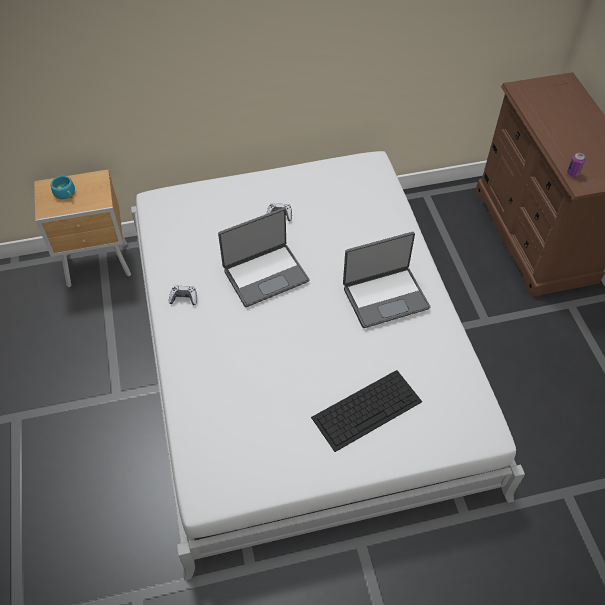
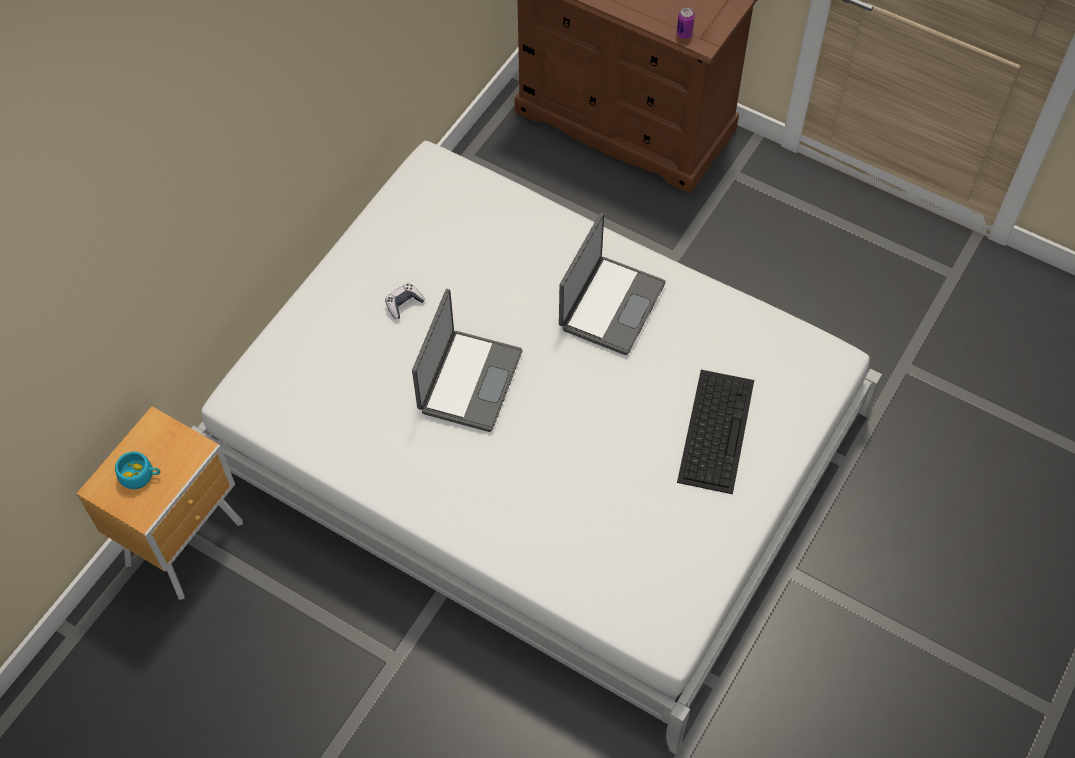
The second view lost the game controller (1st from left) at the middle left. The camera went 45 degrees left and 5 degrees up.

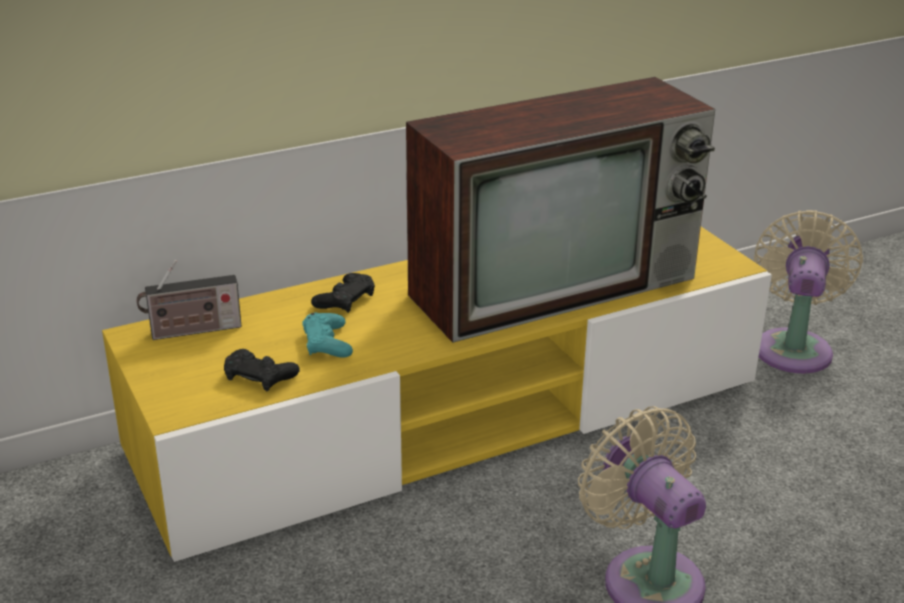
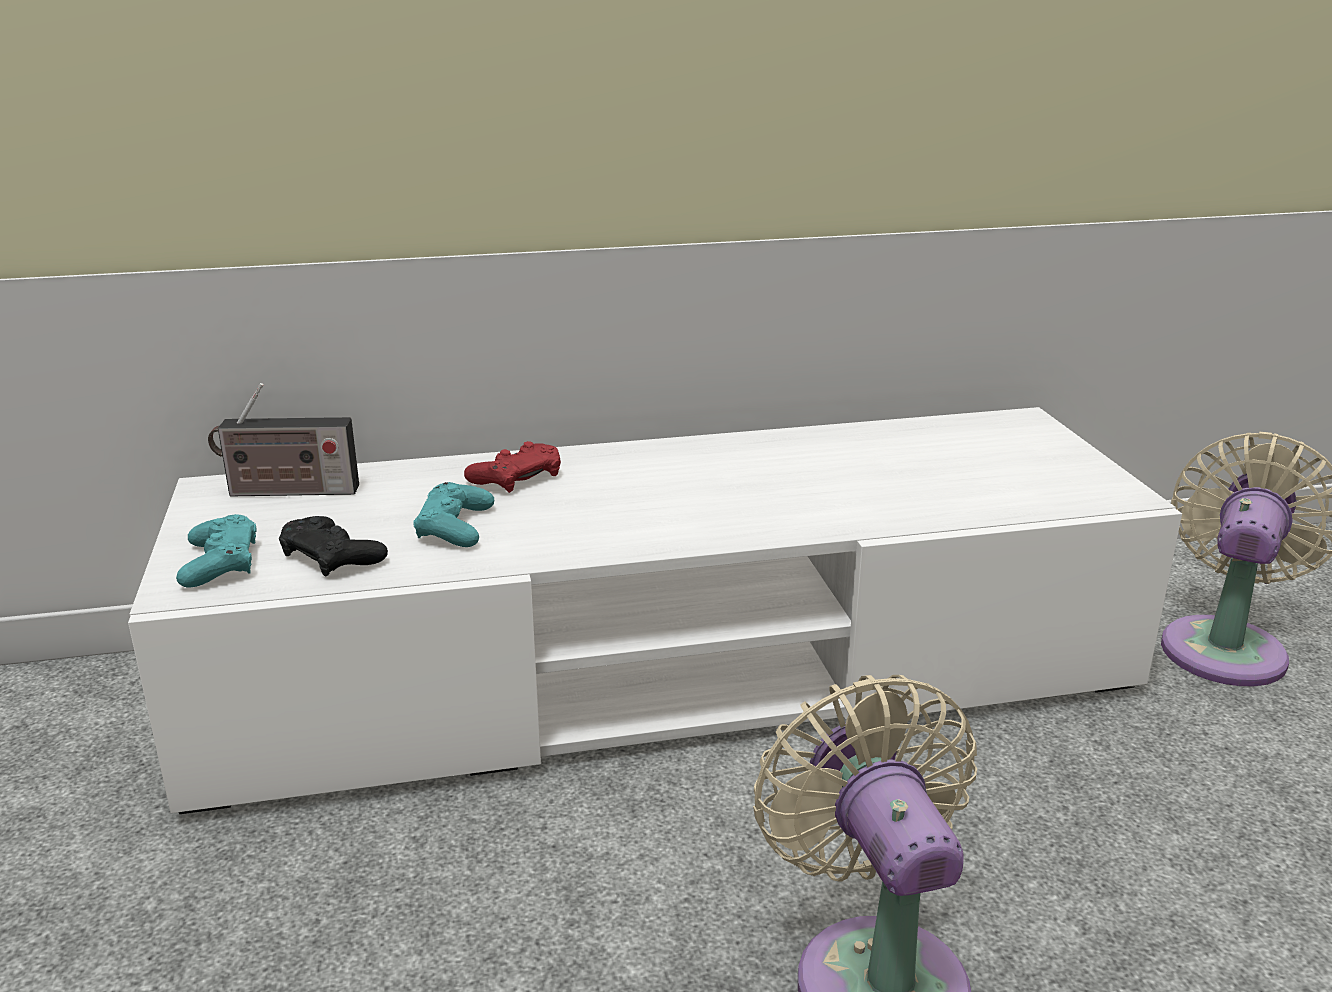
What was the tv stand (yellow) at the centre turned into the tv stand (white) at the centre. The second view gained the game controller (turquoise) (1st from left) at the middle left. What was the game controller (black) (2nd from left) at the centre turned into the game controller (red) at the centre. The second view lost the television at the centre. The camera went 15 degrees right and 5 degrees down.

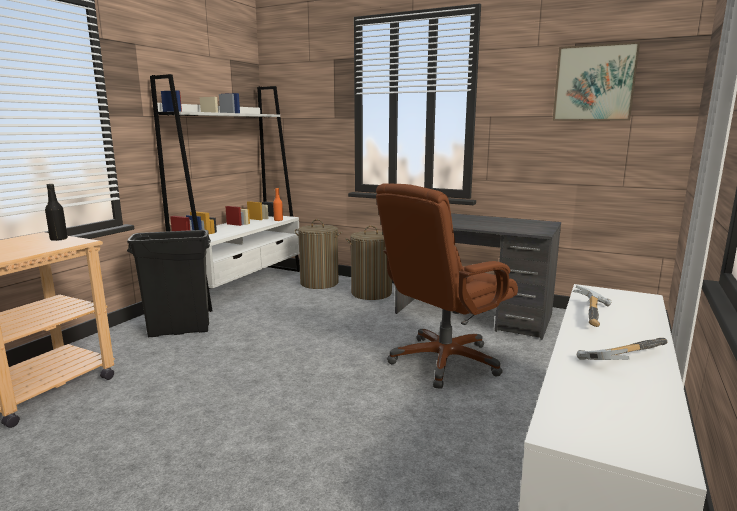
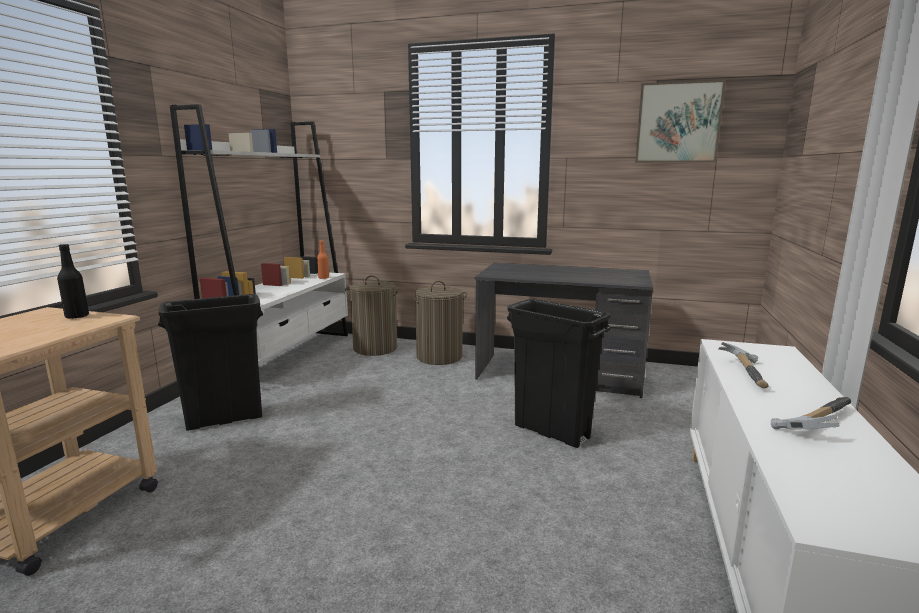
Where the office chair (brown) stood at the centre, the trash can (black) (2nd from left) came to stand at the centre. The camera went 10 degrees left and 0 degrees up.

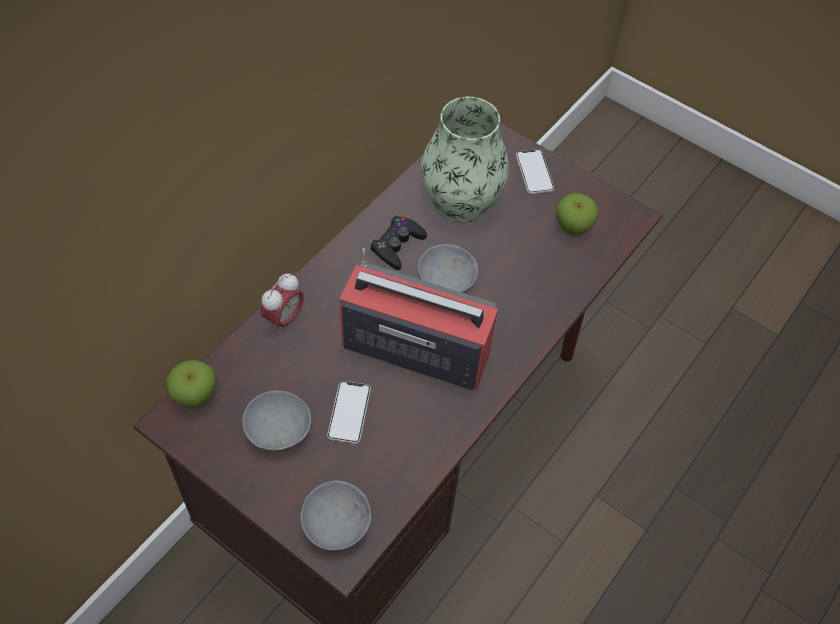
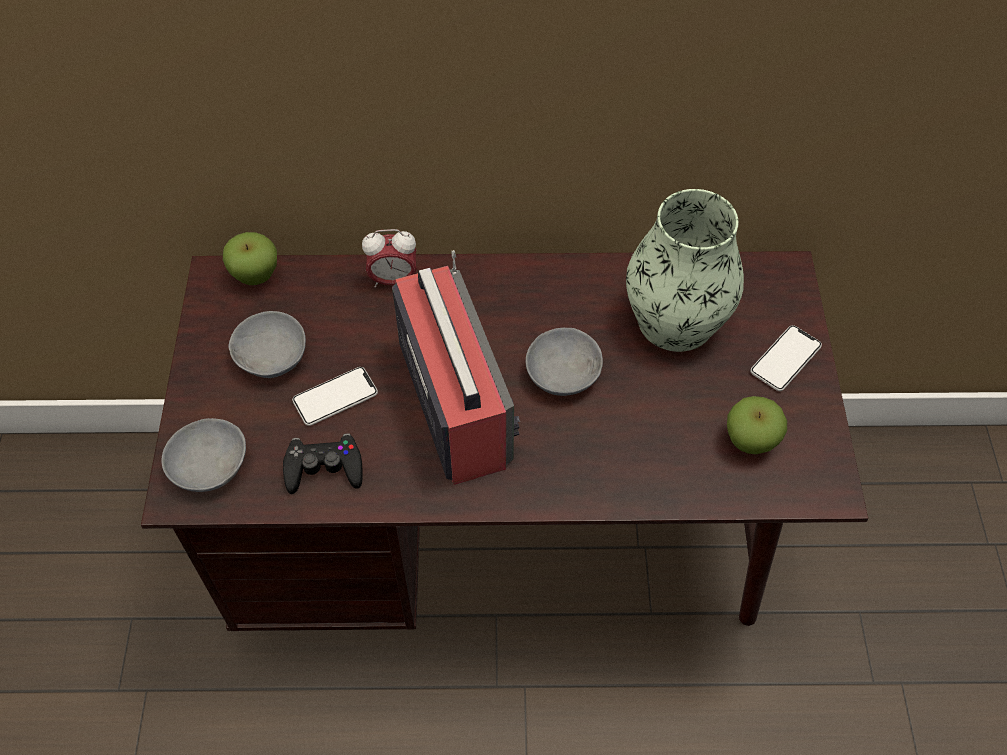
The game controller (black) ended up elsewhere, having gone from the centre to the middle left. The camera went 55 degrees right and 0 degrees up.

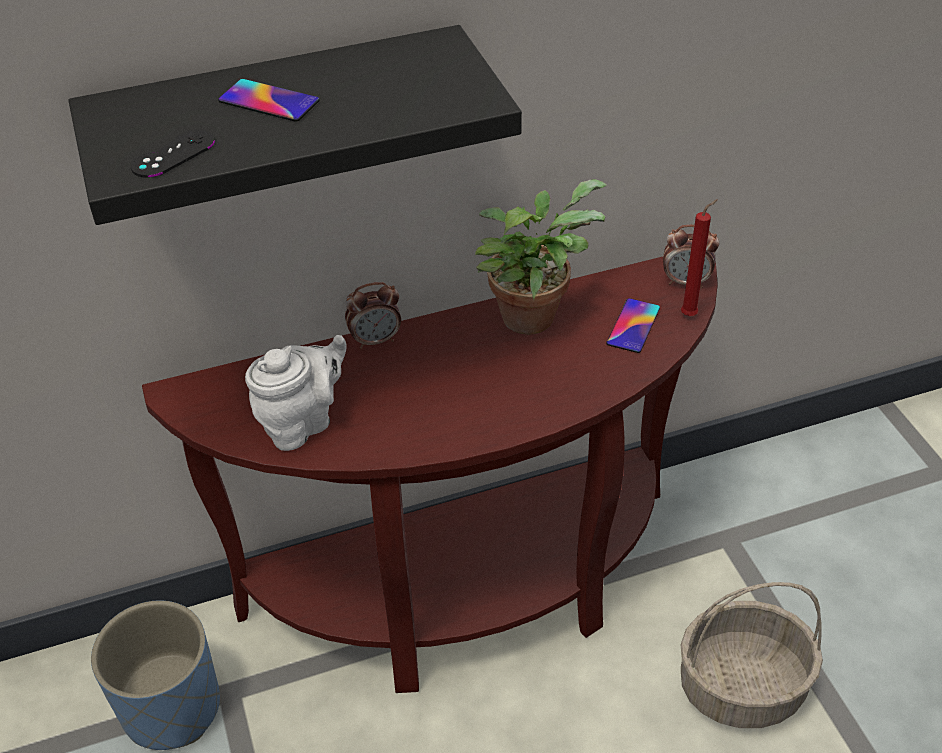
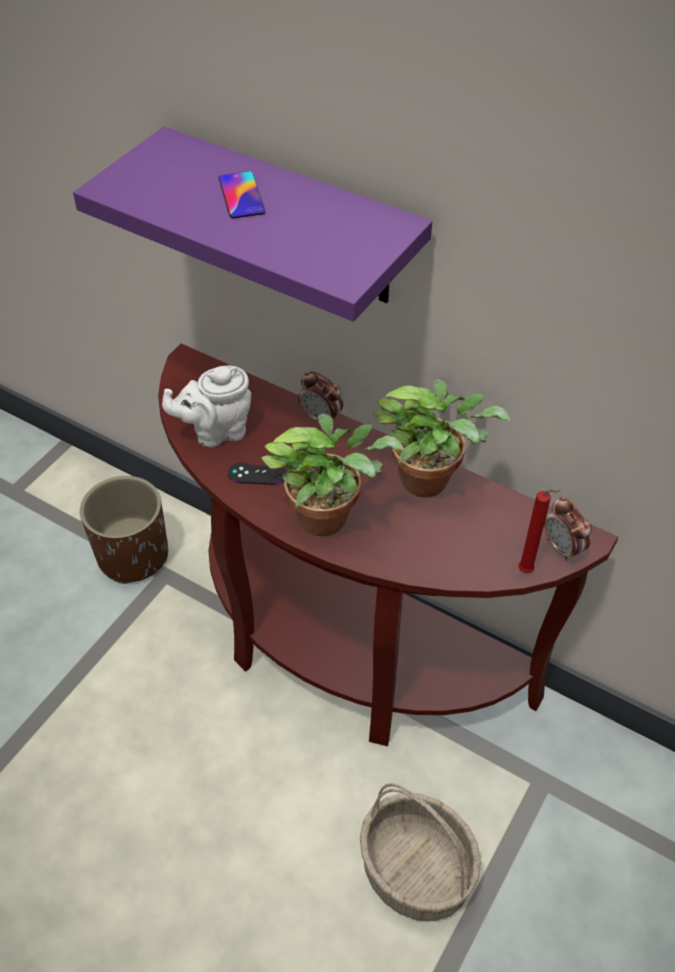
What was the shelf (black) at the top left turned into the shelf (purple) at the top centre. What was the planter (blue) at the bottom left turned into the planter (brown) at the middle left. The teapot (white) at the middle left ended up facing another way, 150 degrees clockwise from before. The game controller (black) ended up elsewhere, having gone from the top left to the centre. The second view gained the potted plant (1st from left) at the centre. The second view lost the phone (2nd from left) at the middle right. The camera went 50 degrees right and 5 degrees up.

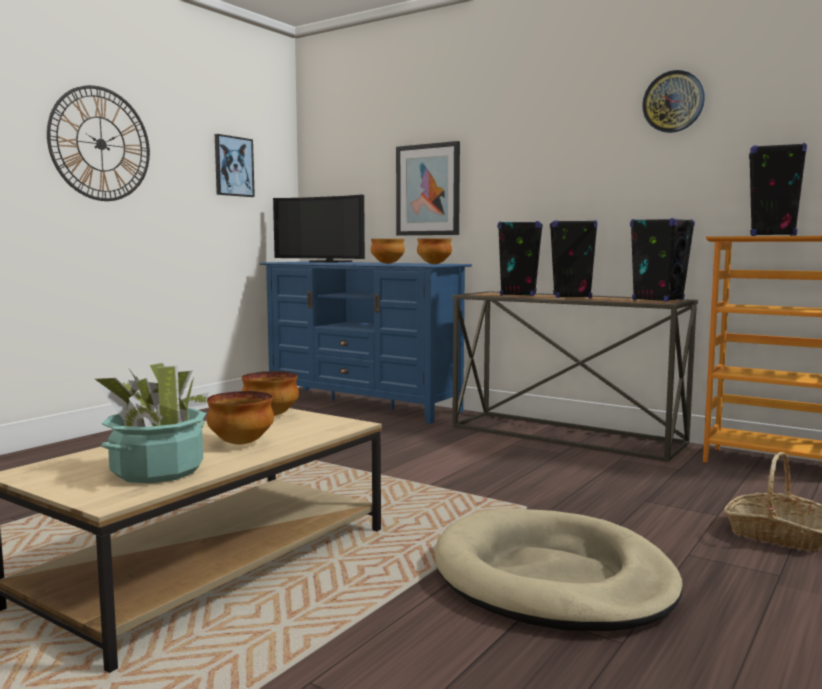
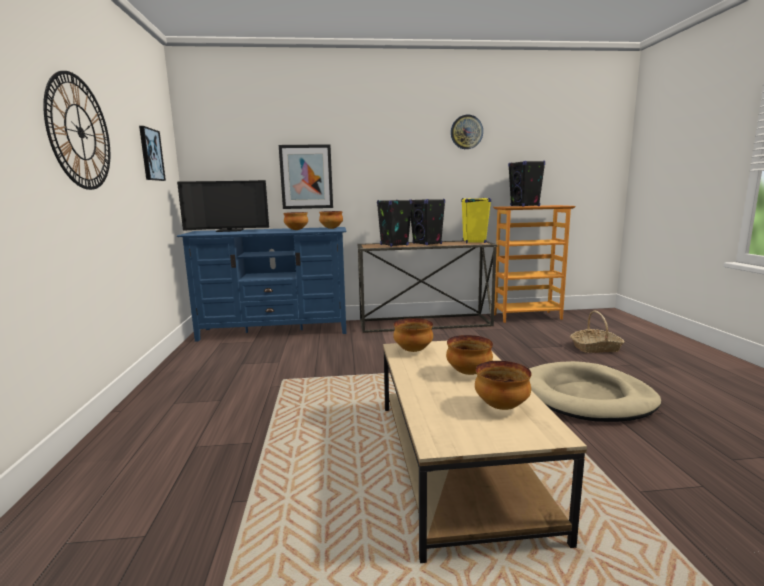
What was the speaker (black) (3rd from left) at the middle right turned into the speaker (yellow) at the centre. Where the potted plant stood at the middle left, the bowl (5th from left) came to stand at the centre. The camera went 40 degrees left and 5 degrees up.

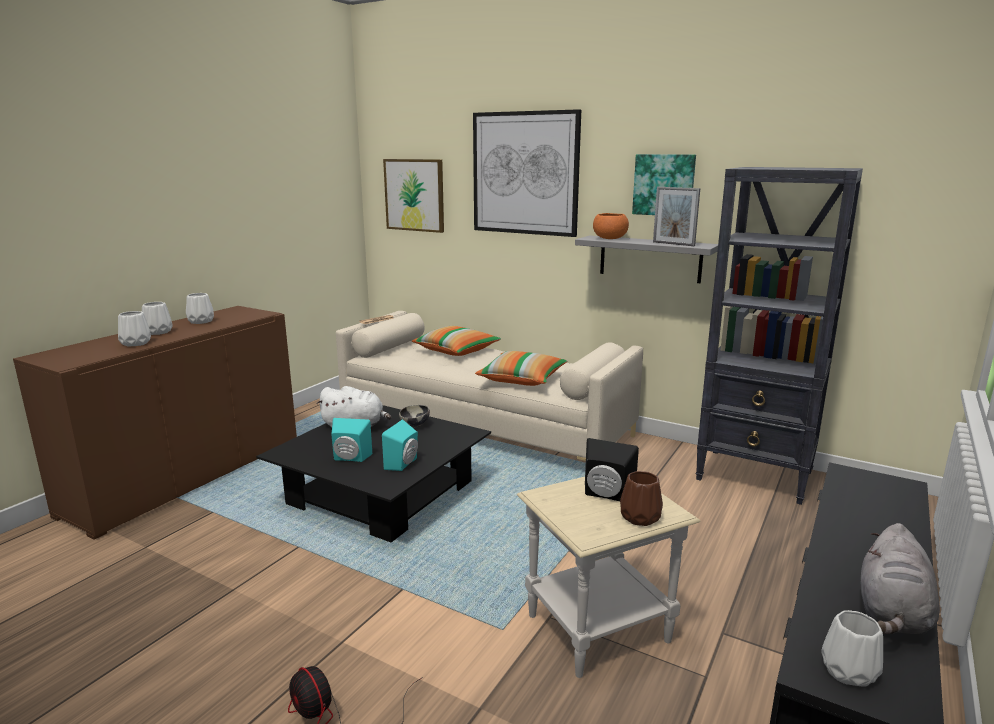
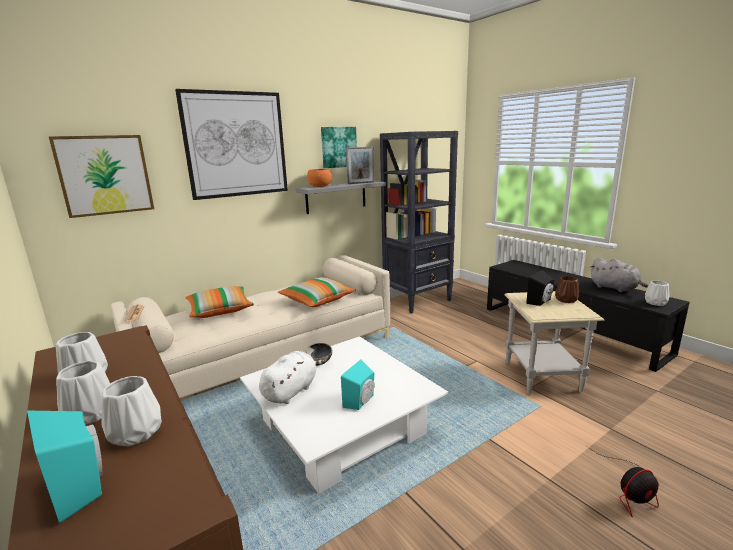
The speaker (turquoise) (2nd from left in the first image) ended up elsewhere, having gone from the centre to the bottom left. What was the coffee table (black) at the centre turned into the coffee table (white) at the bottom centre. The camera went 65 degrees left and 0 degrees up.

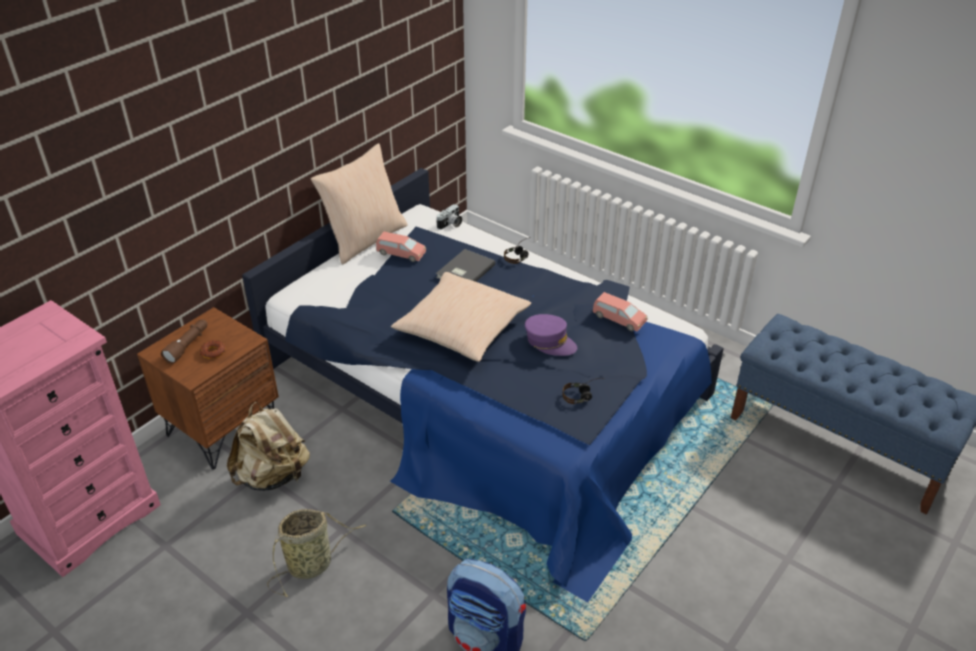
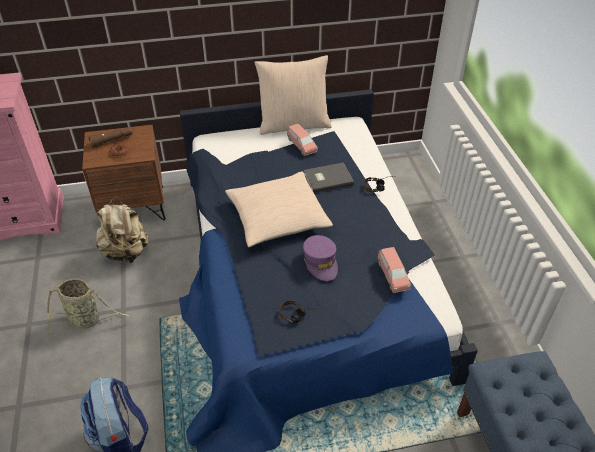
The second view lost the photo camera at the centre. The camera went 40 degrees right and 5 degrees up.

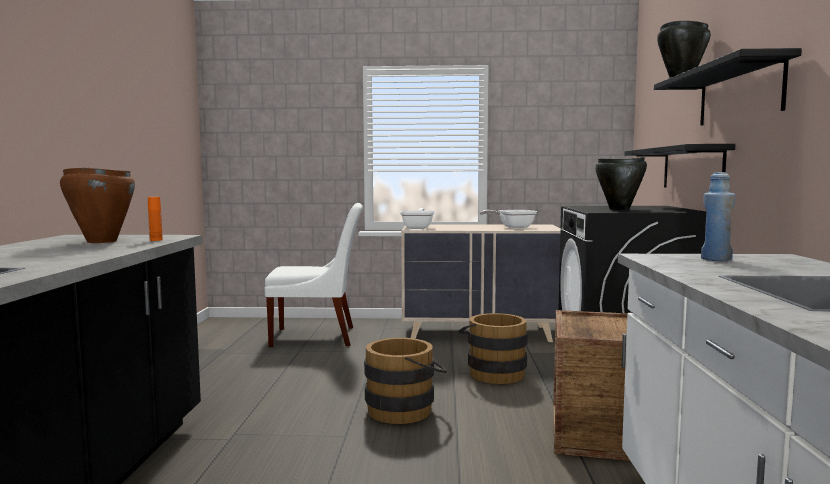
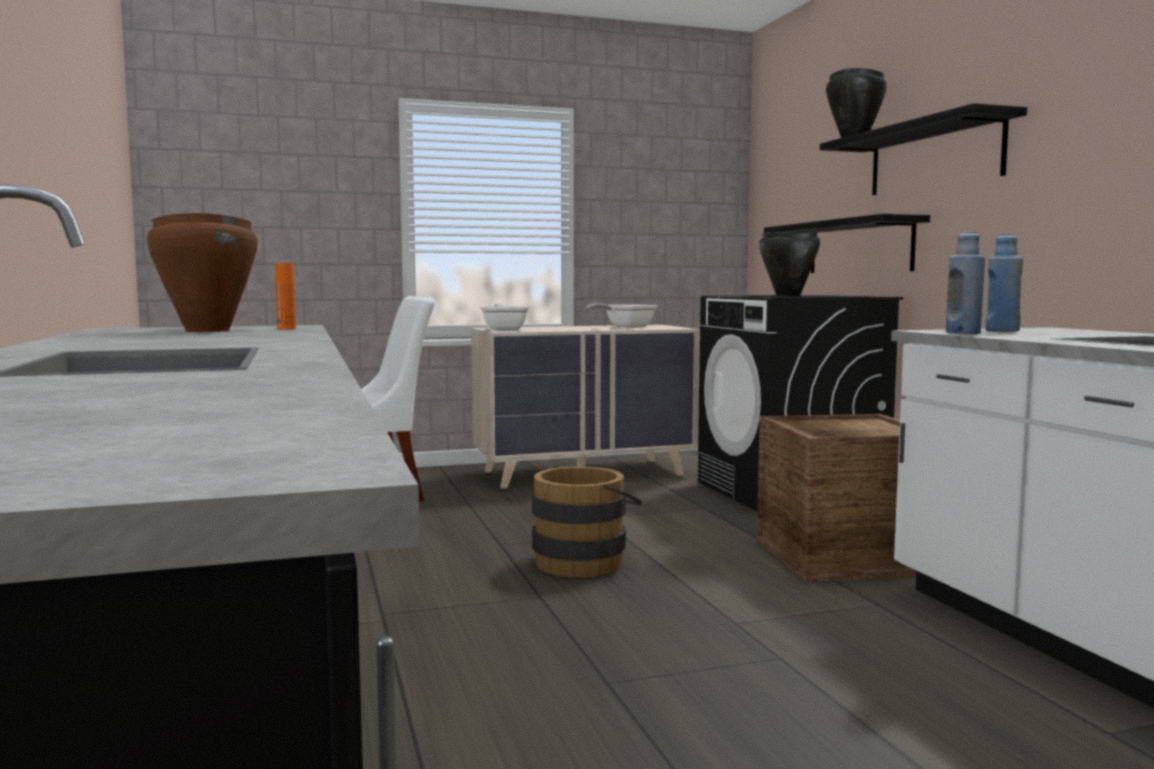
The second view gained the bottle (blue) (1st from left) at the middle right. The second view lost the bucket (brown) (2nd from left) at the bottom centre. The camera went 20 degrees left and 0 degrees up.

